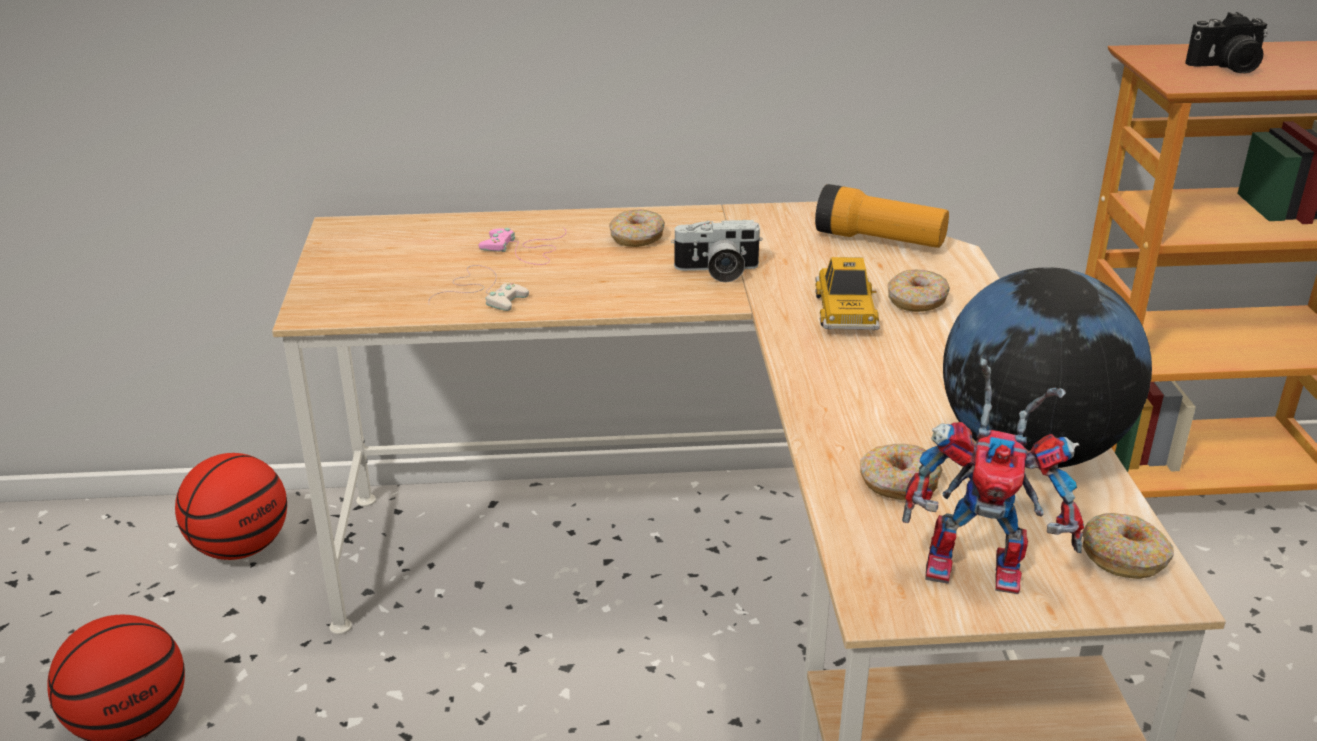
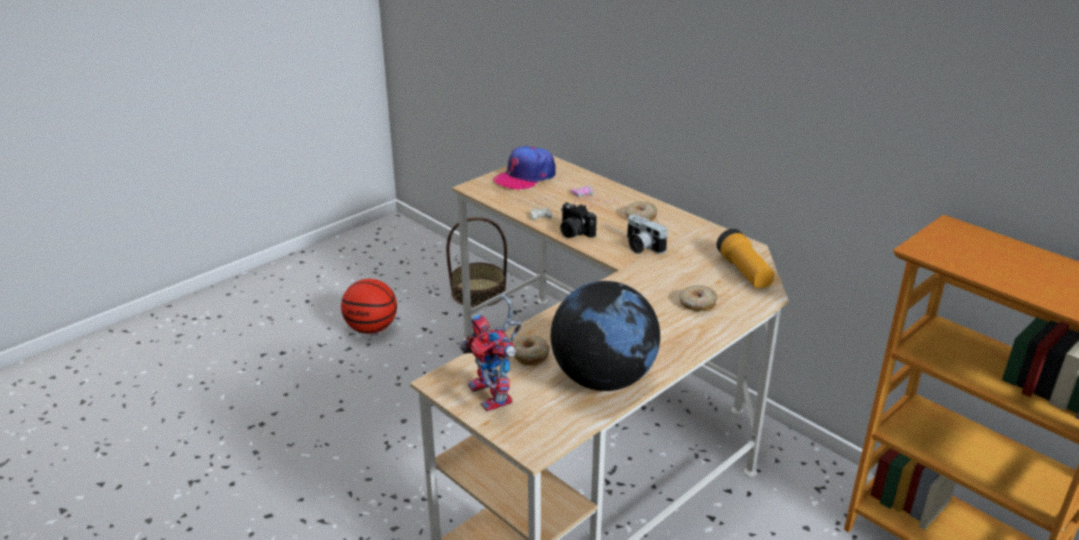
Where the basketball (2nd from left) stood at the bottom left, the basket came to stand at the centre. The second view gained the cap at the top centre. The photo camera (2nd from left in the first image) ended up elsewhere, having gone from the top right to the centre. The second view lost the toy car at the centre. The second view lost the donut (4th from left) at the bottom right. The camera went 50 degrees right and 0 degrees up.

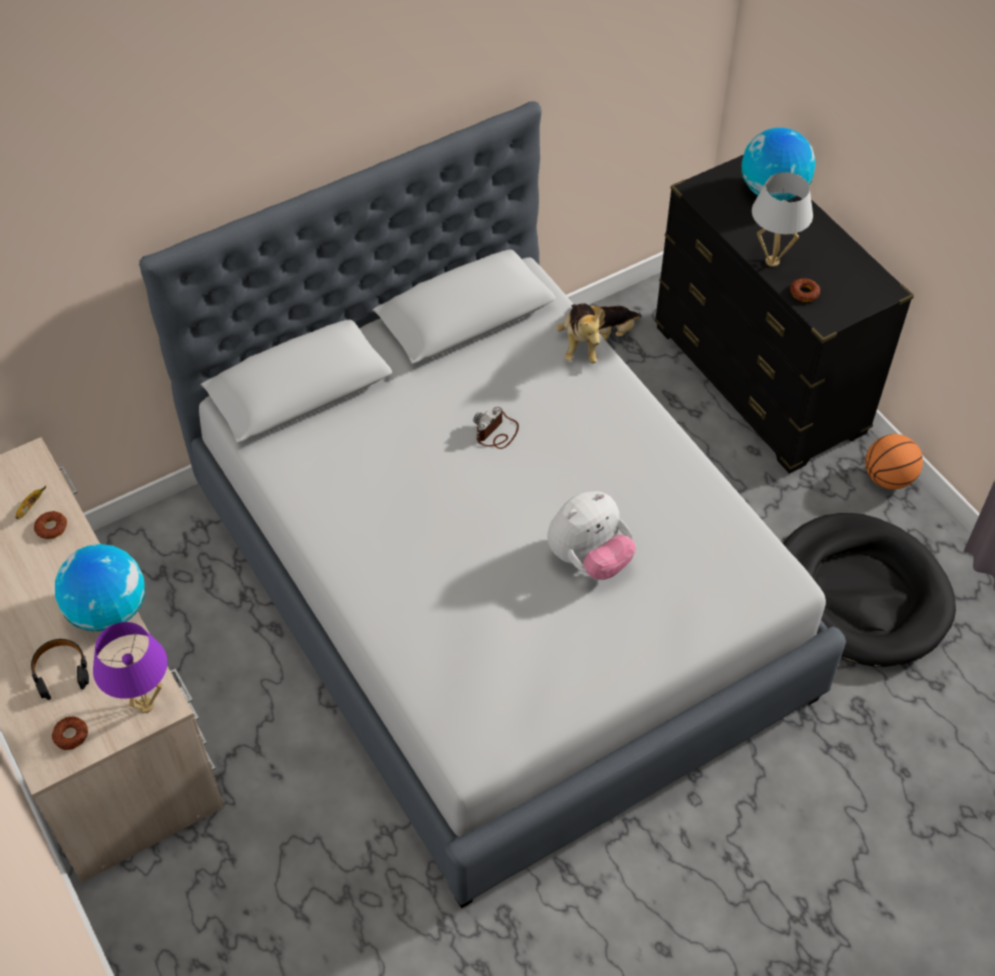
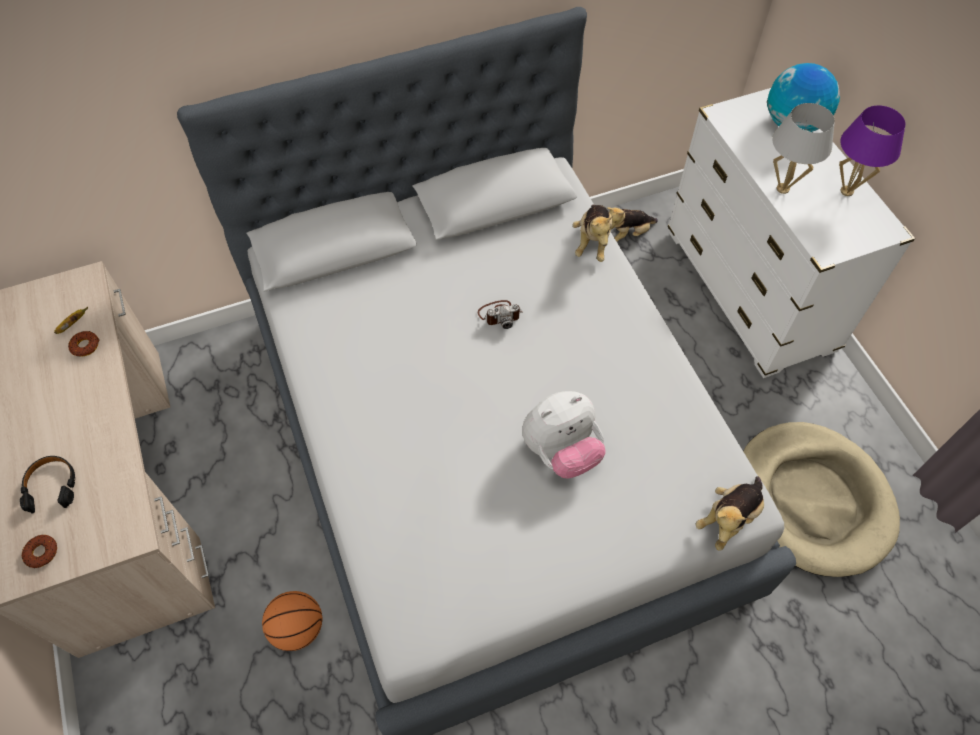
The basketball ended up elsewhere, having gone from the middle right to the bottom left. The photo camera at the centre ended up facing another way, 150 degrees counterclockwise from before. What was the dresser (black) at the top right turned into the dresser (white) at the top right. The second view gained the plush toy (4th from left) at the bottom right. What was the dog bed (black) at the middle right turned into the dog bed (beige) at the bottom right. The table lamp (purple) ended up elsewhere, having gone from the bottom left to the top right. The second view lost the globe (1st from left) at the middle left. The second view lost the donut (3rd from left) at the top right. The camera went 10 degrees right and 5 degrees up.

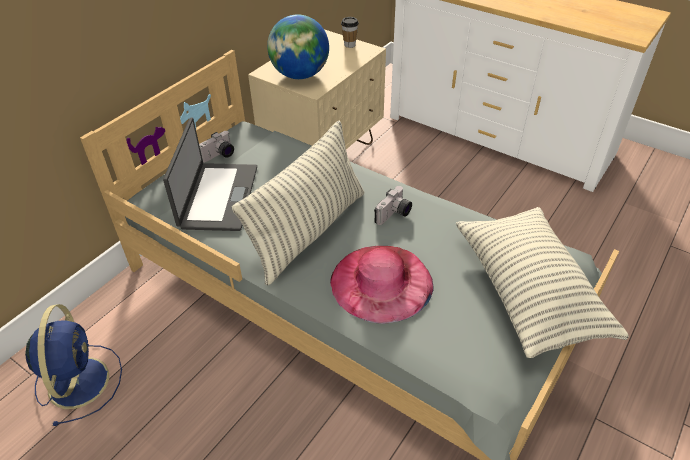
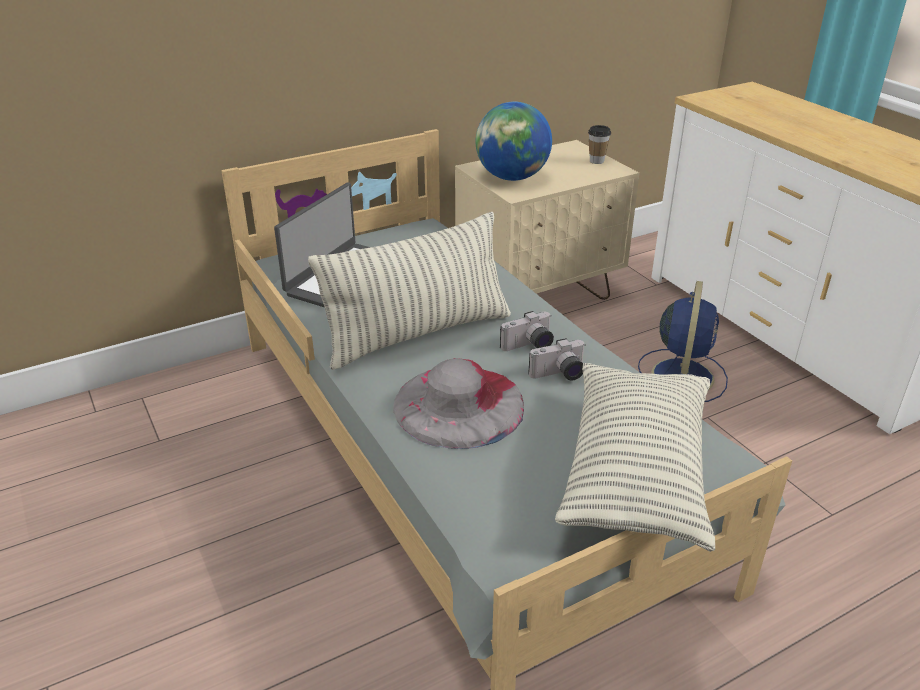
What was the hat (pink) at the centre turned into the hat (grey) at the centre. The photo camera (1st from left in the first image) ended up elsewhere, having gone from the top left to the centre. The fan (blue) ended up elsewhere, having gone from the bottom left to the middle right. The camera went 25 degrees right and 10 degrees down.

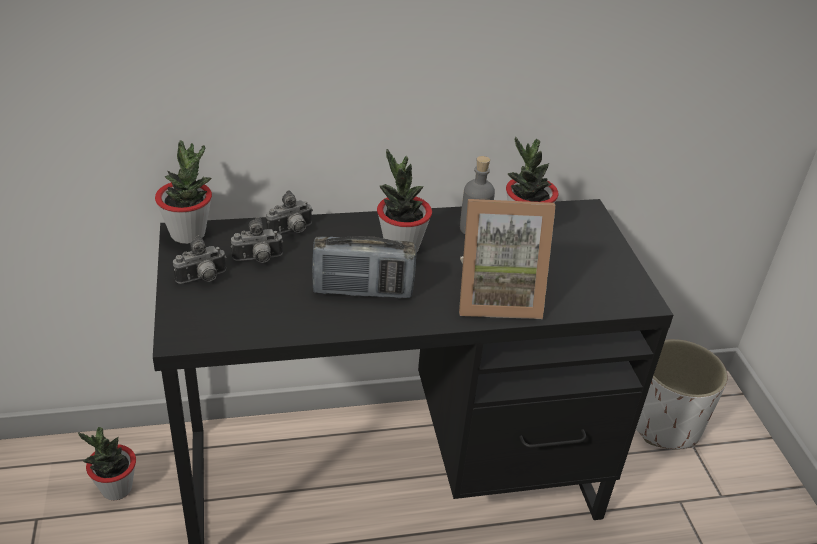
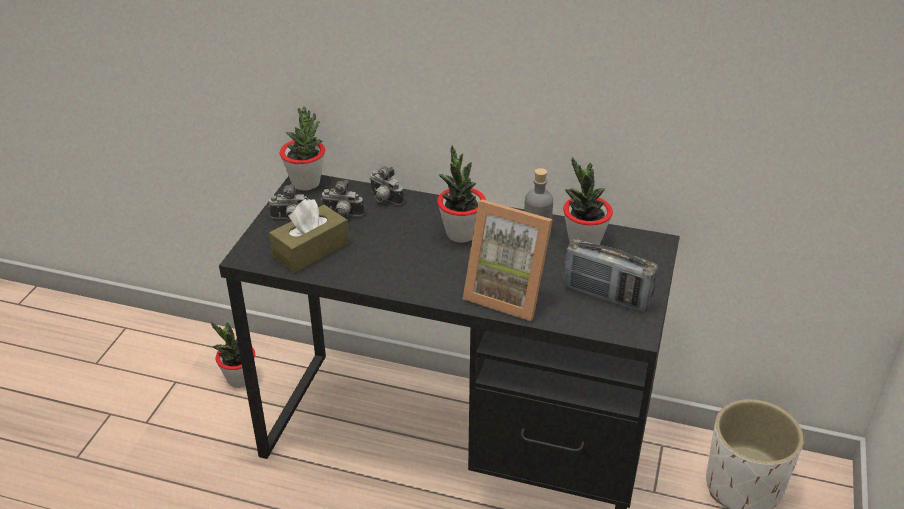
The second view gained the tissue box (brown) at the centre. The photo camera (3rd from left) at the centre ended up facing another way, 45 degrees clockwise from before. The radio ended up elsewhere, having gone from the centre to the middle right. The camera went 30 degrees right and 0 degrees up.

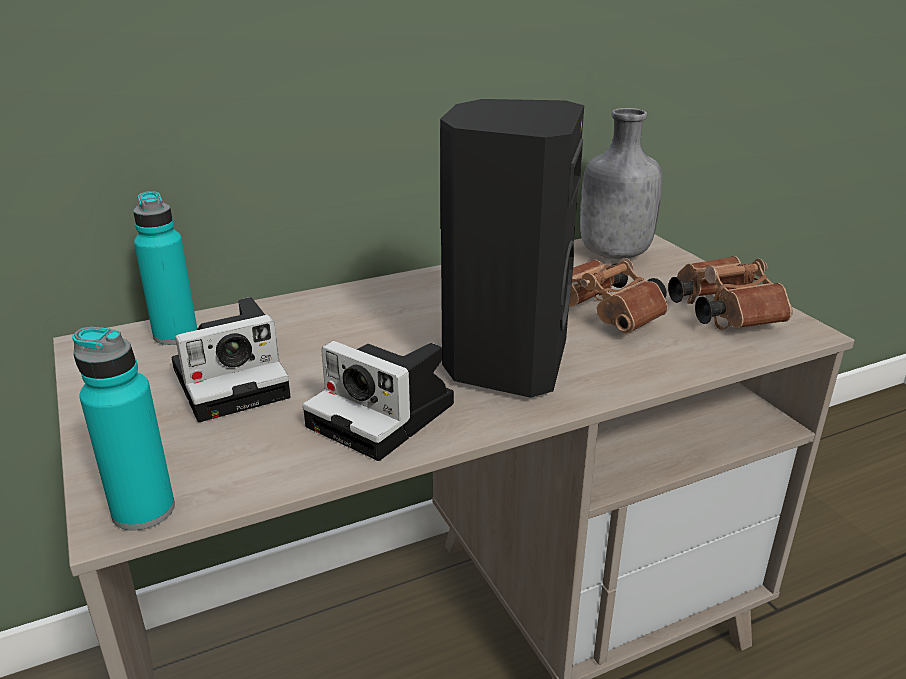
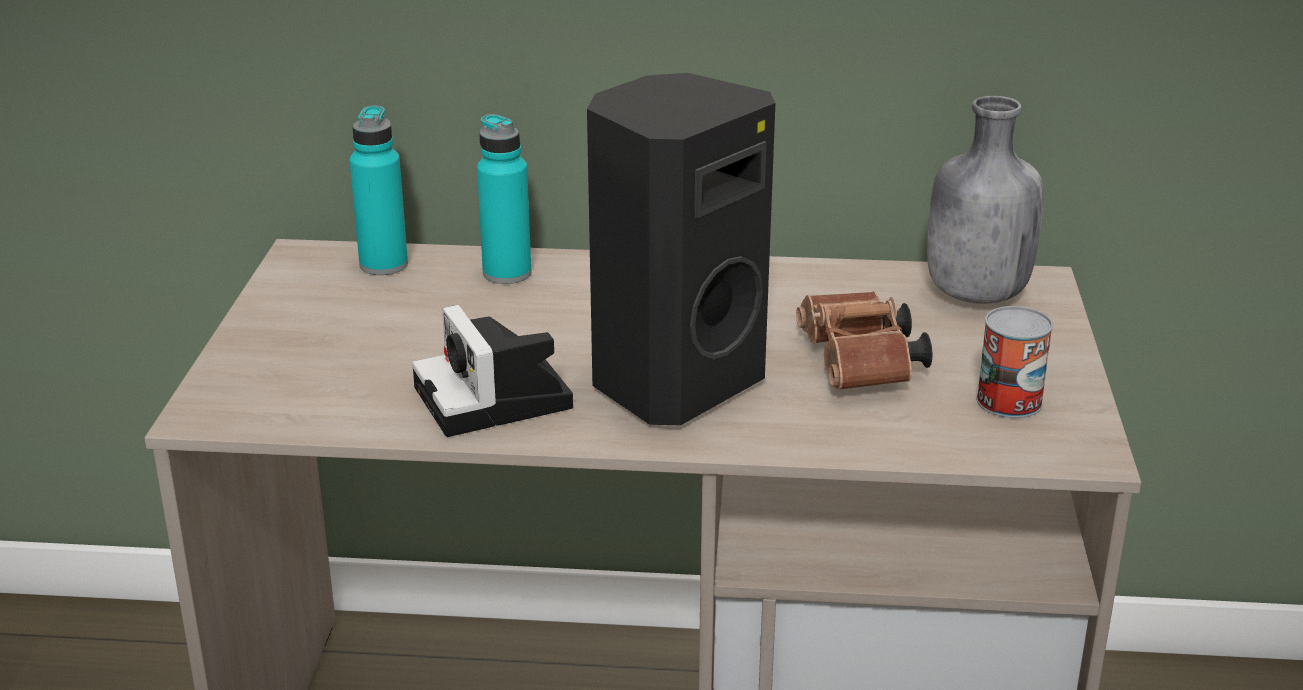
The bottle (turquoise) (1st from left in the first image) ended up elsewhere, having gone from the middle left to the top centre. Where the binoculars (brown) (2nd from left) stood at the middle right, the can came to stand at the middle right. The second view lost the photo camera (1st from left) at the middle left. The camera went 30 degrees right and 0 degrees up.

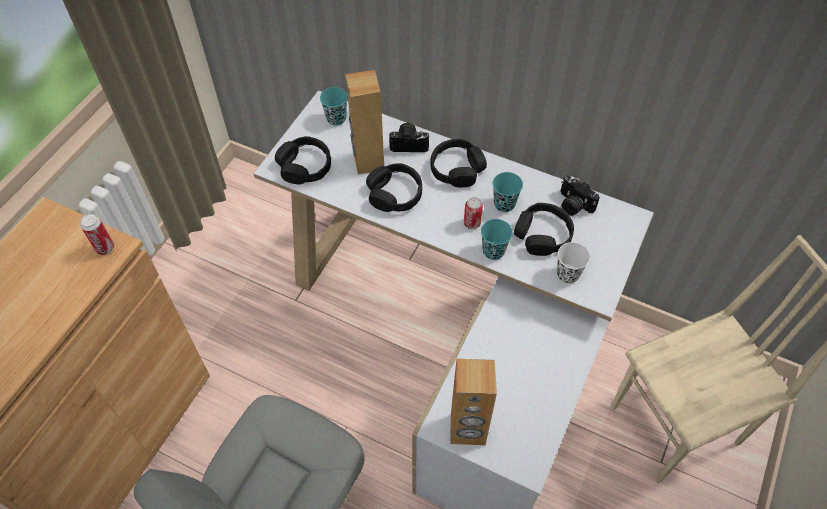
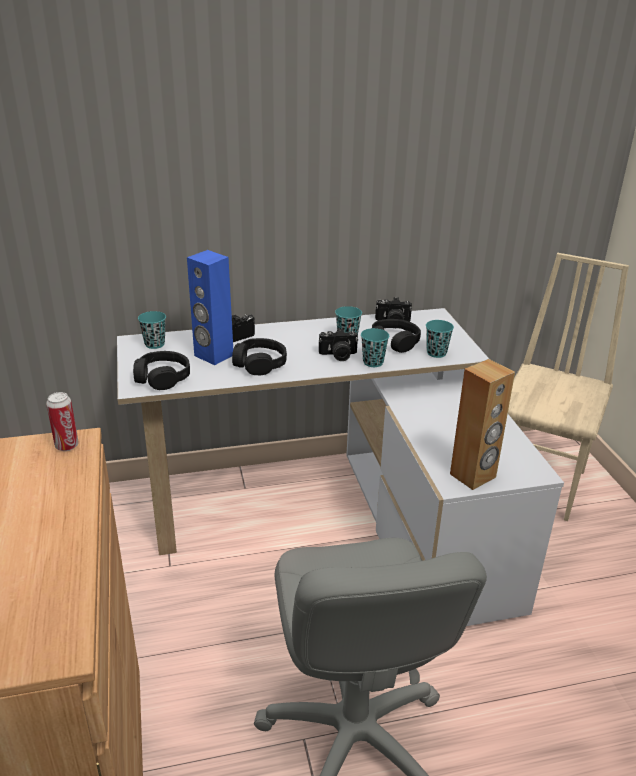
What was the speaker (brown) (1st from left) at the top centre turned into the speaker (blue) at the middle left. Where the can (2nd from left) stood at the centre, the photo camera (2nd from left) came to stand at the centre. What was the cup (white) at the middle right turned into the cup (turquoise) (4th from left) at the middle right. The second view lost the headphones (black) (3rd from left) at the top centre. The camera went 40 degrees left and 25 degrees down.

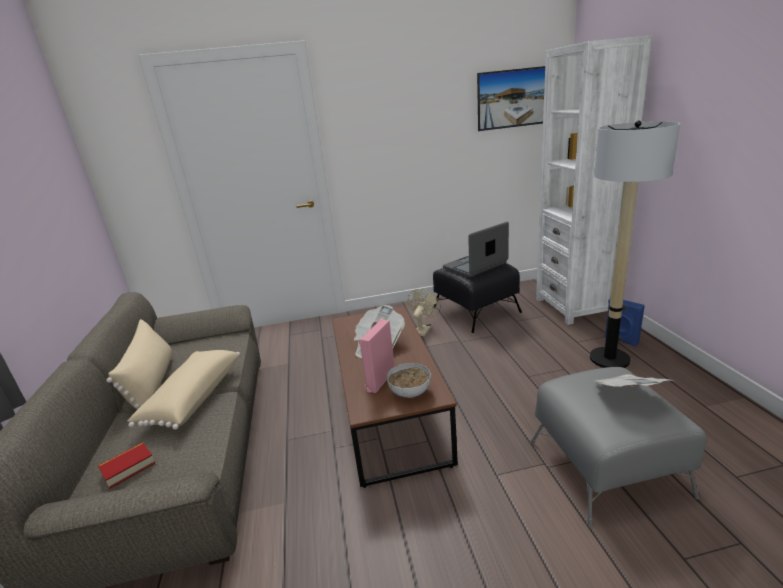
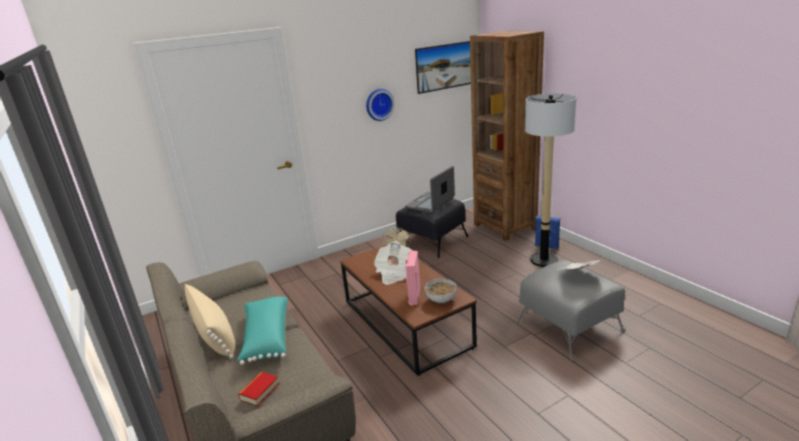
What was the pillow (beige) (2nd from left) at the middle left turned into the pillow (turquoise) at the bottom left. The second view gained the wall clock at the top centre. What was the bookcase (white) at the top right turned into the bookcase (brown) at the top centre. The camera went 20 degrees left and 0 degrees up.

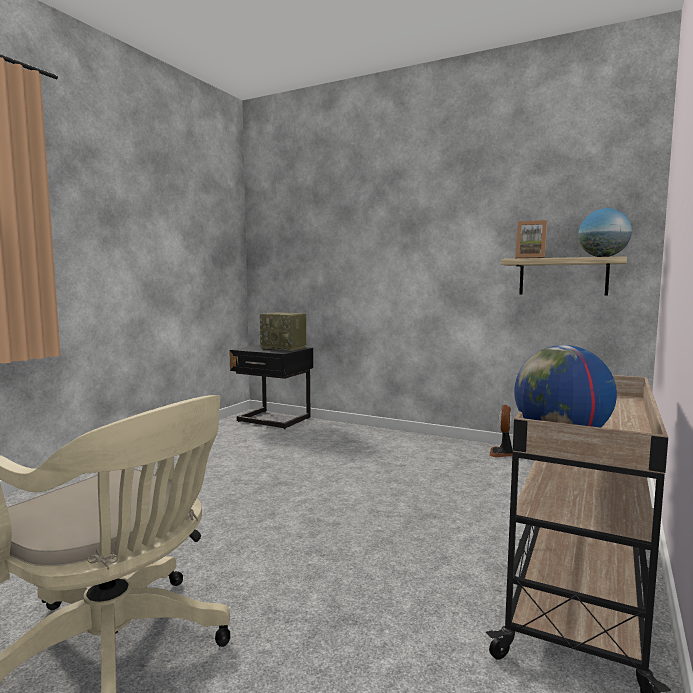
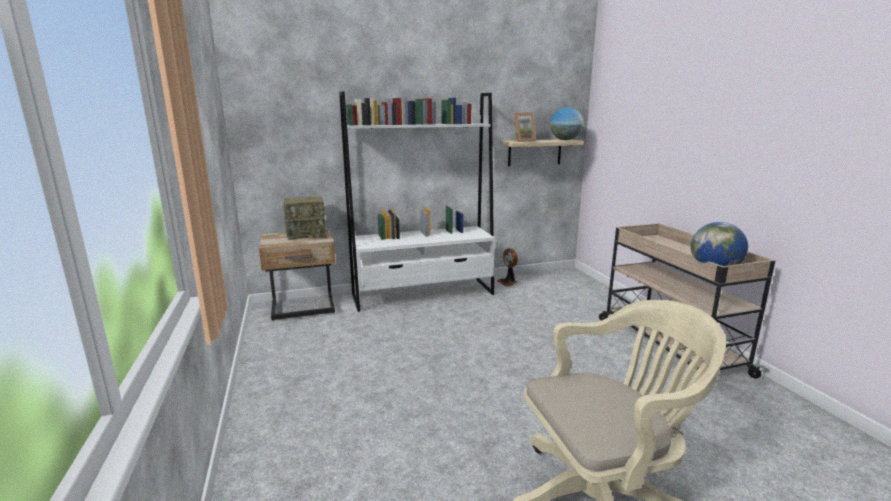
What was the nightstand (black) at the centre turned into the nightstand (beige) at the centre. The second view gained the bookcase (white) at the centre. The camera went 45 degrees left and 10 degrees up.

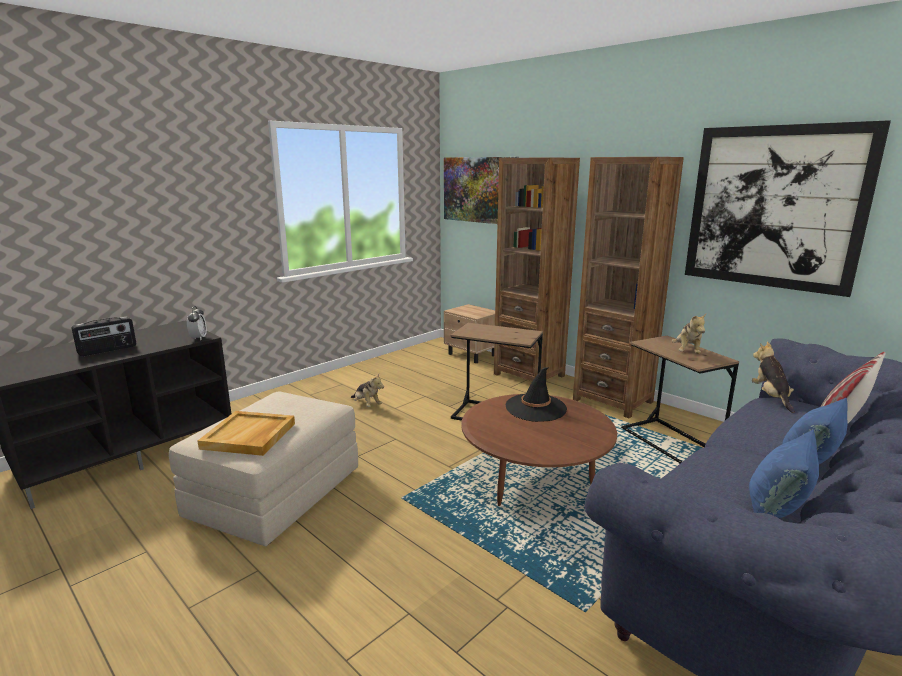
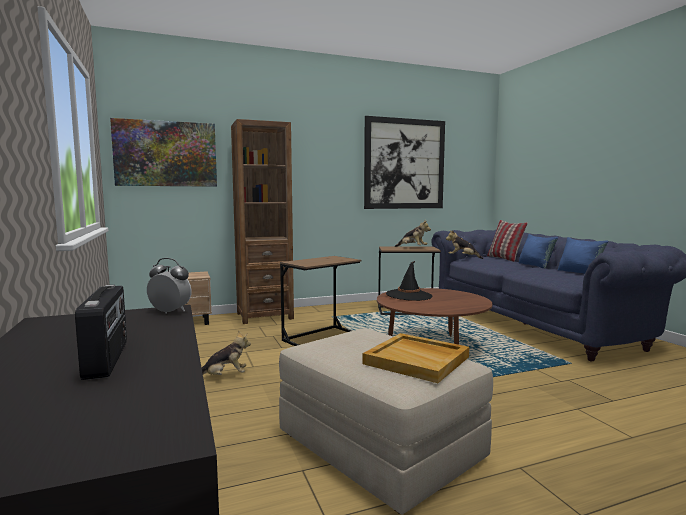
The second view lost the bookcase (brown) (2nd from left) at the middle right. The camera went 65 degrees left and 10 degrees down.

